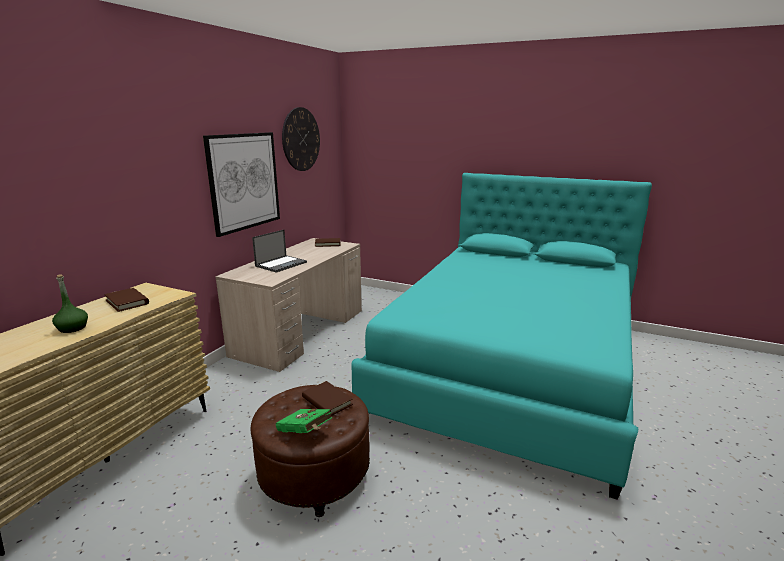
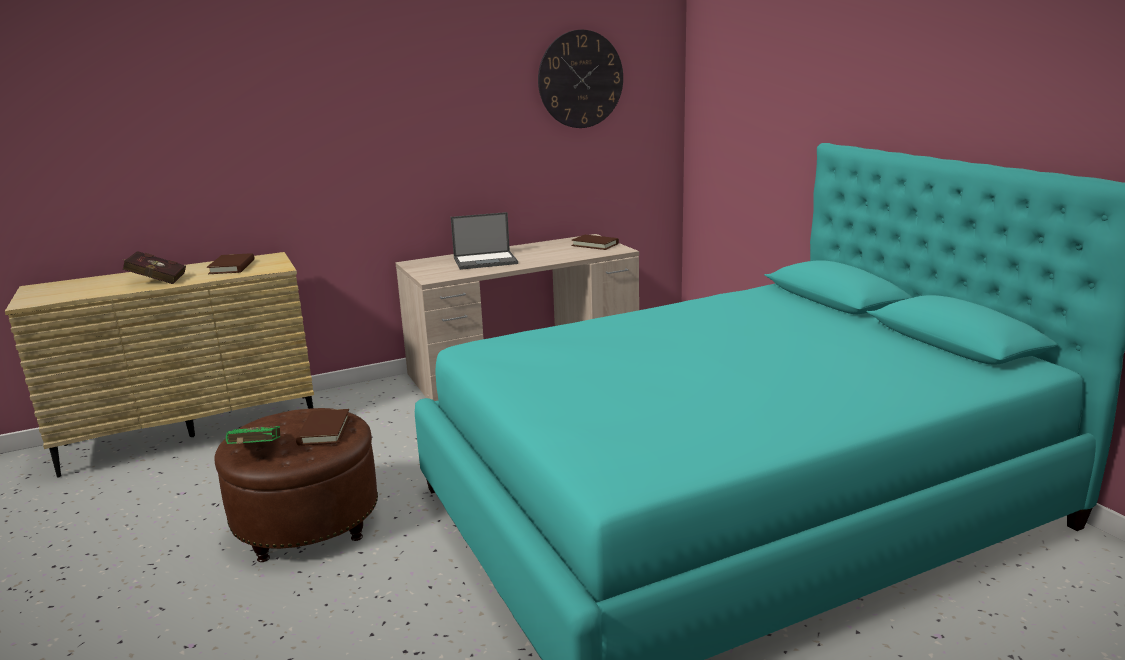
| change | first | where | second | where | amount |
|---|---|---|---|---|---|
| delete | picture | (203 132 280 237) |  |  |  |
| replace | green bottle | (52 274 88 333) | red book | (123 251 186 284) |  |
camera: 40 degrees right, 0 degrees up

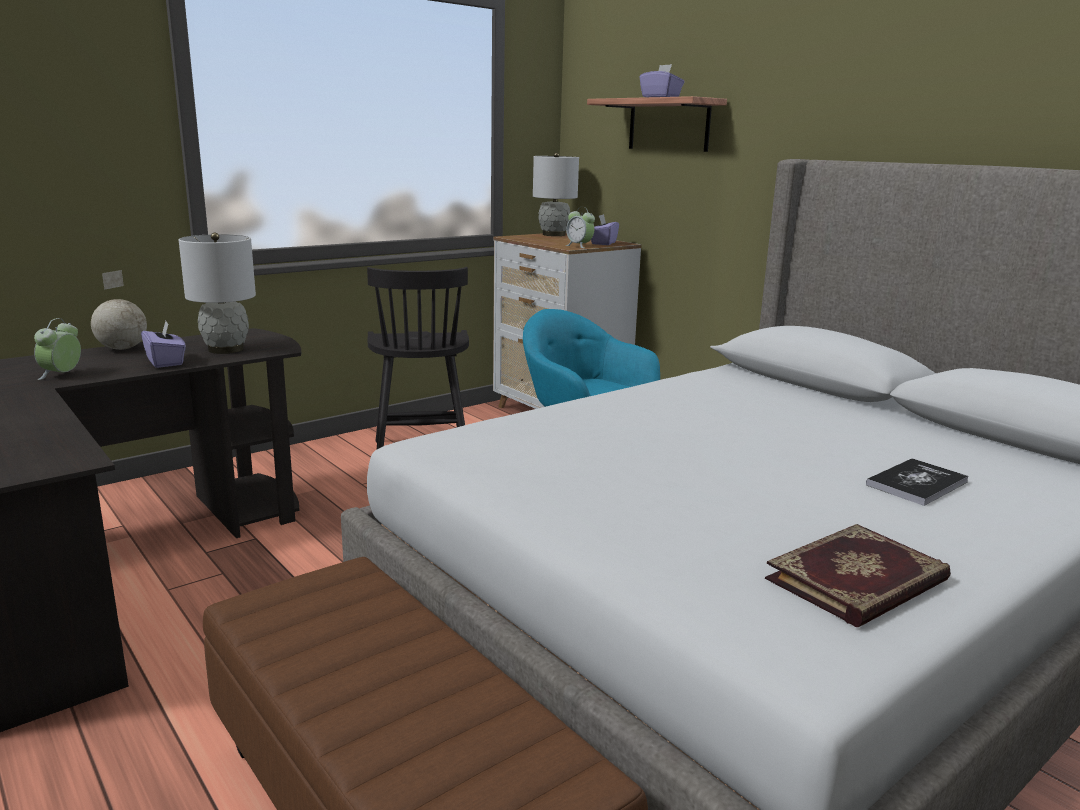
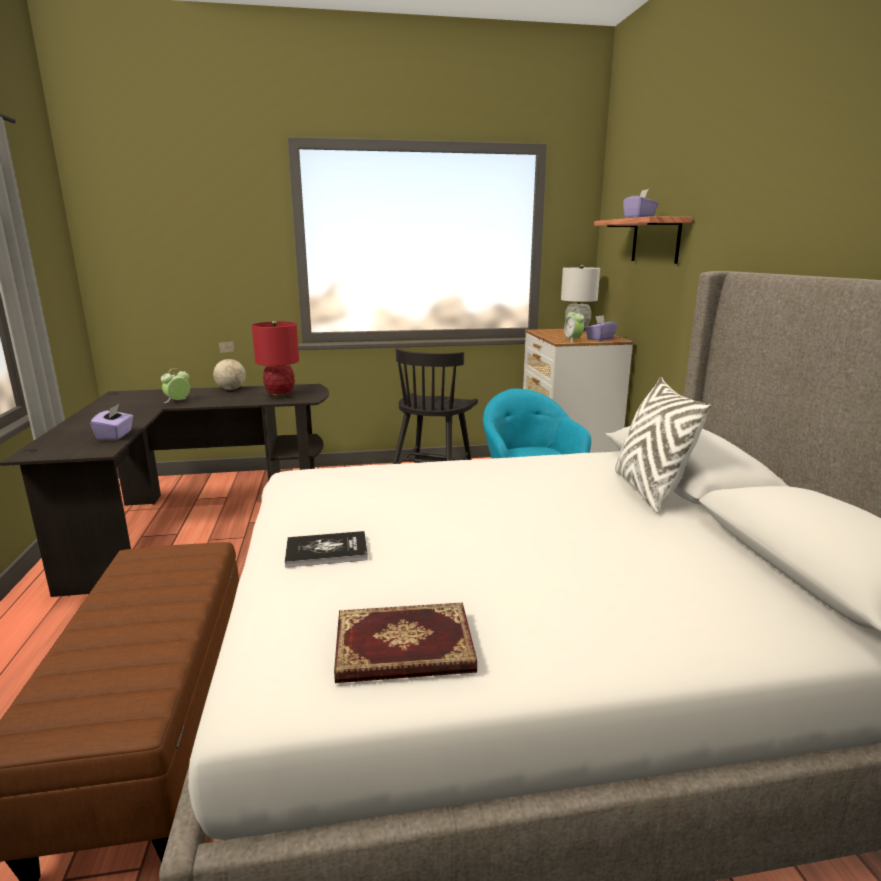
| change | first | where | second | where | amount |
|---|---|---|---|---|---|
| insert |  |  | white pillow | (615 377 711 513) |  |
| move | purple tissue box | (141 321 186 368) |  | (90 404 133 440) |  |
| move | book | (866 458 969 506) |  | (285 531 368 567) |  |
| recolor | white table lamp | (179 232 256 354) | red table lamp | (252 321 299 399) |  |
camera: 30 degrees right, 0 degrees up

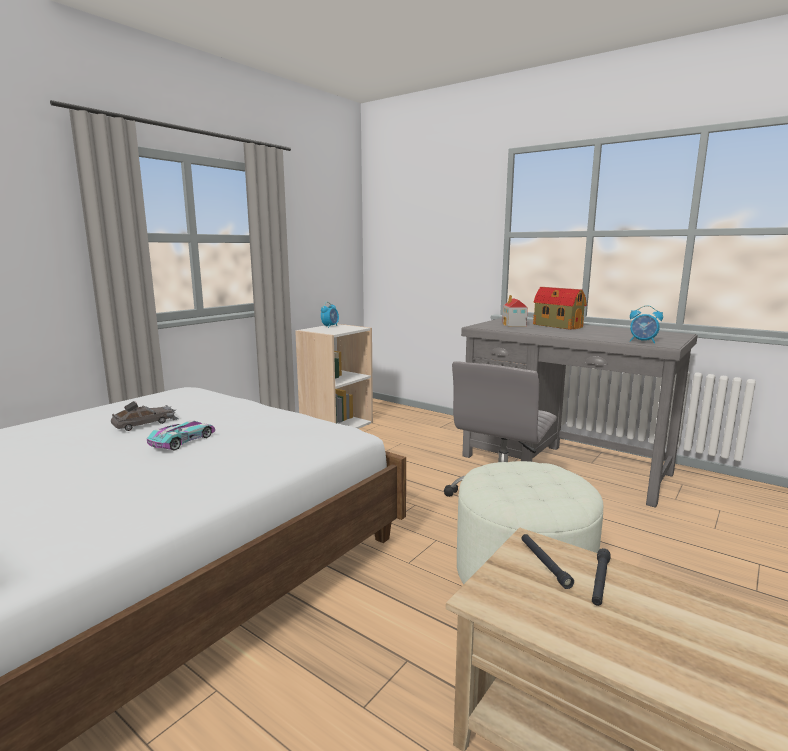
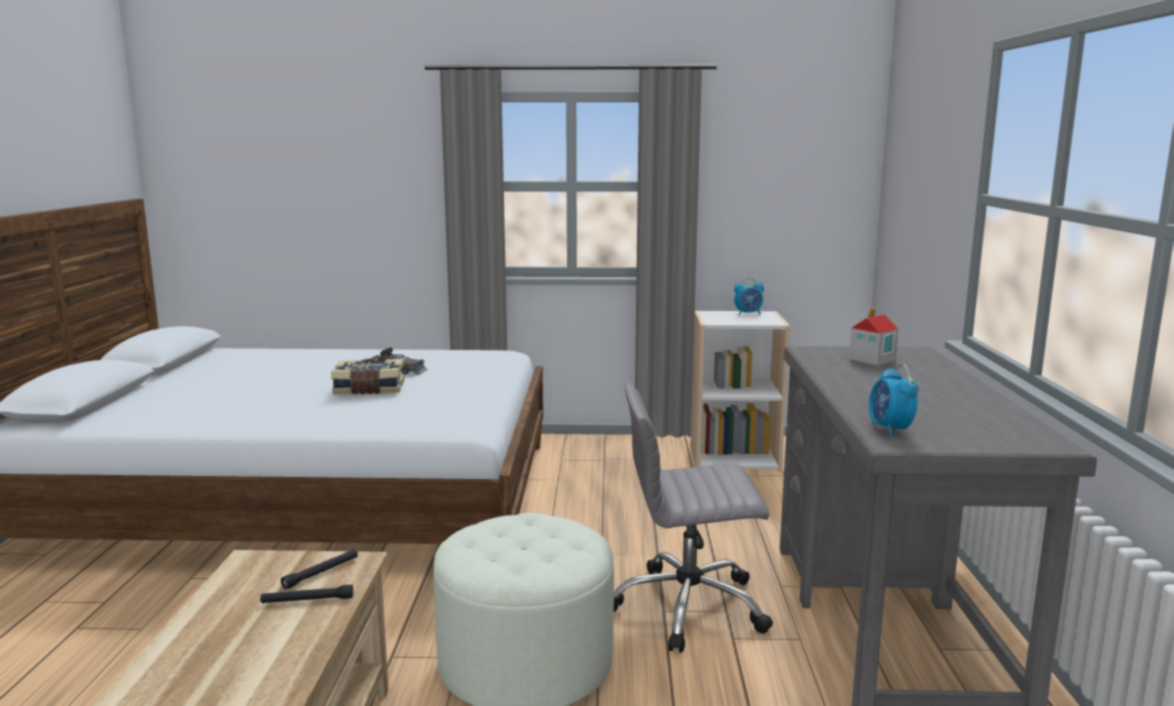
| change | first | where | second | where | amount |
|---|---|---|---|---|---|
| delete | toy house | (533 287 587 330) |  |  |  |
| replace | toy car | (147 420 215 451) | book | (331 359 405 395) |  |
camera: 55 degrees right, 0 degrees up

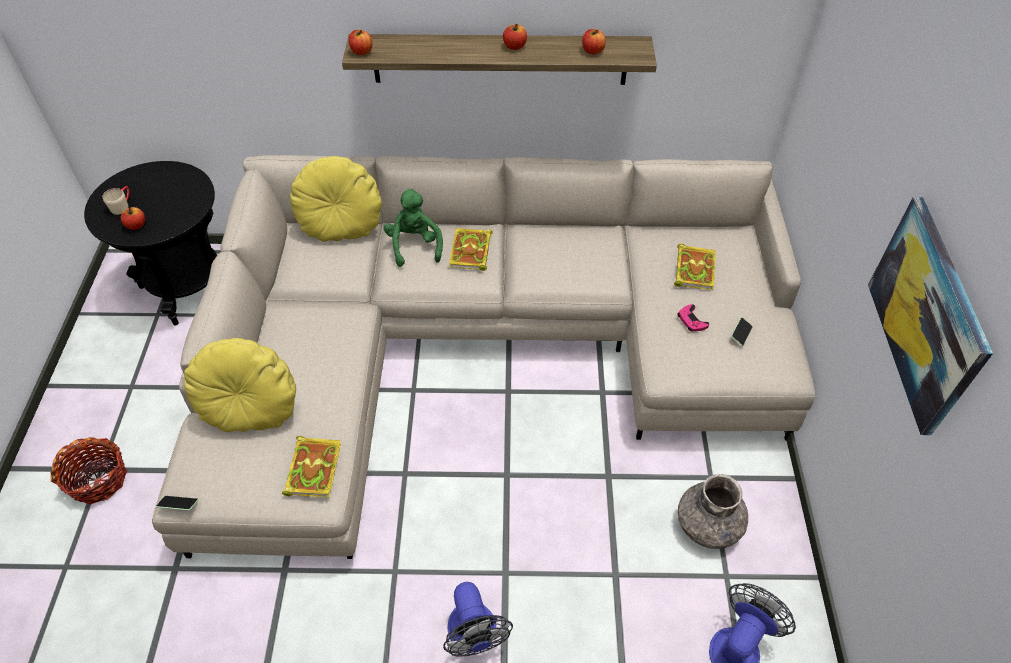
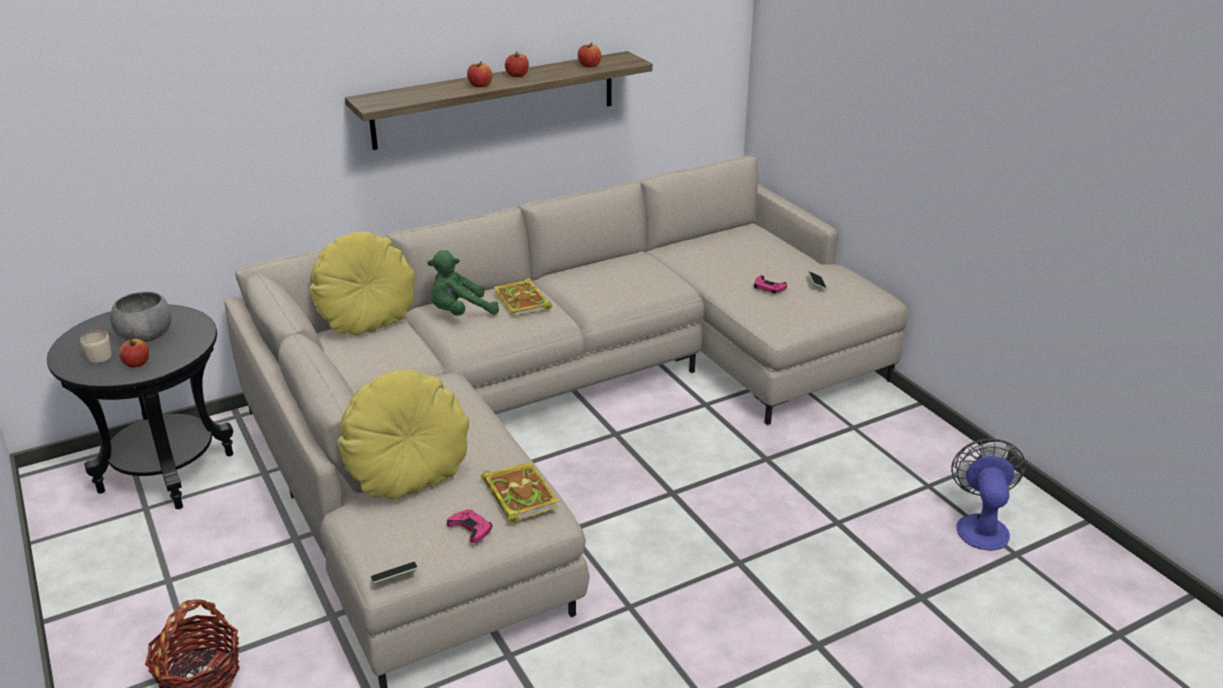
| change | first | where | second | where | amount |
|---|---|---|---|---|---|
| delete | fan | (443 582 513 657) |  |  |  |
| delete | book | (674 244 716 290) |  |  |  |
| delete | grey vase | (678 474 748 549) |  |  |  |
| delete | picture | (868 197 993 435) |  |  |  |
| insert |  |  | grey bowl | (110 292 172 342) |  |
| insert |  |  | pink game controller | (447 509 492 543) |  |
| move | apple | (349 30 372 55) |  | (467 61 492 87) |  |
| rotate | green plush toy | (384 189 443 267) |  | (427 250 499 316) | 75 degrees counterclockwise |
camera: 30 degrees left, 20 degrees down

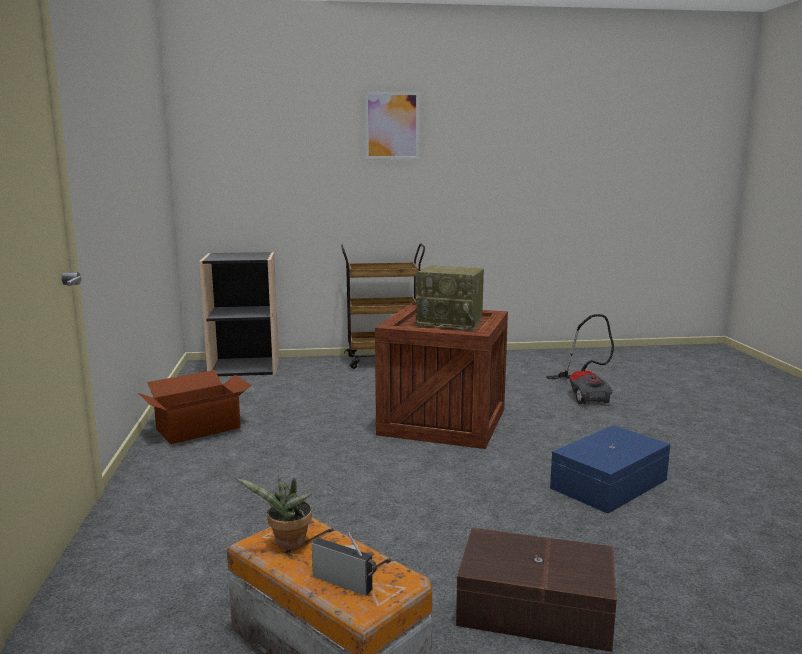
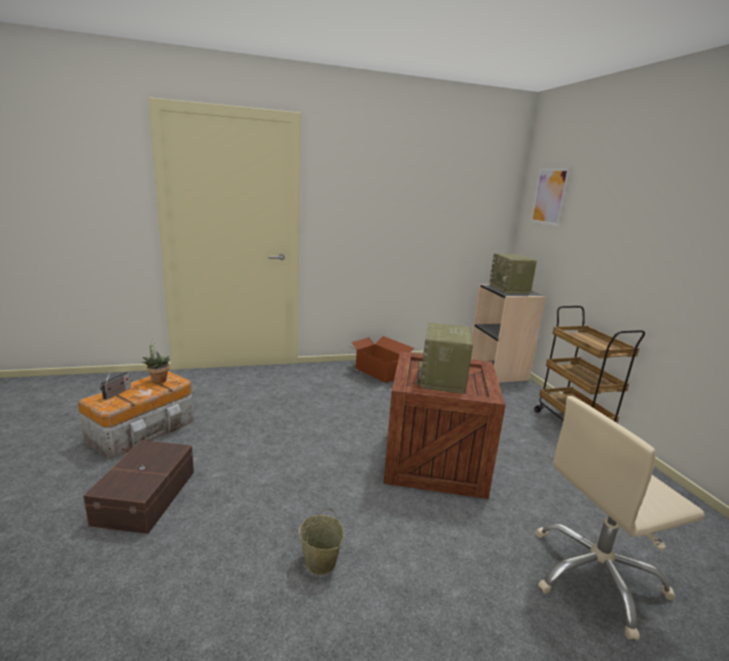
| change | first | where | second | where | amount |
|---|---|---|---|---|---|
| insert |  |  | radio | (490 253 537 294) |  |
| move | picture | (365 91 419 159) |  | (531 168 571 226) |  |
| replace | vacuum cleaner | (546 314 614 404) | beige office chair | (536 396 705 640) |  |
| replace | blue storage box | (550 425 670 514) | beige bucket | (299 508 344 575) |  |
camera: 80 degrees right, 5 degrees up

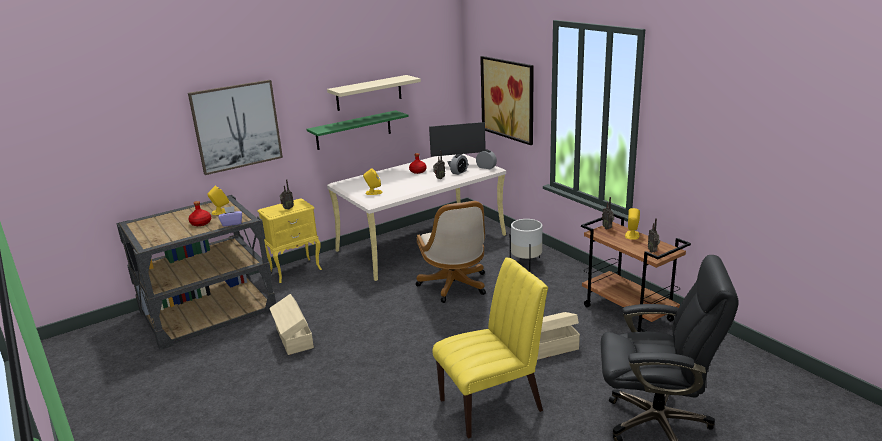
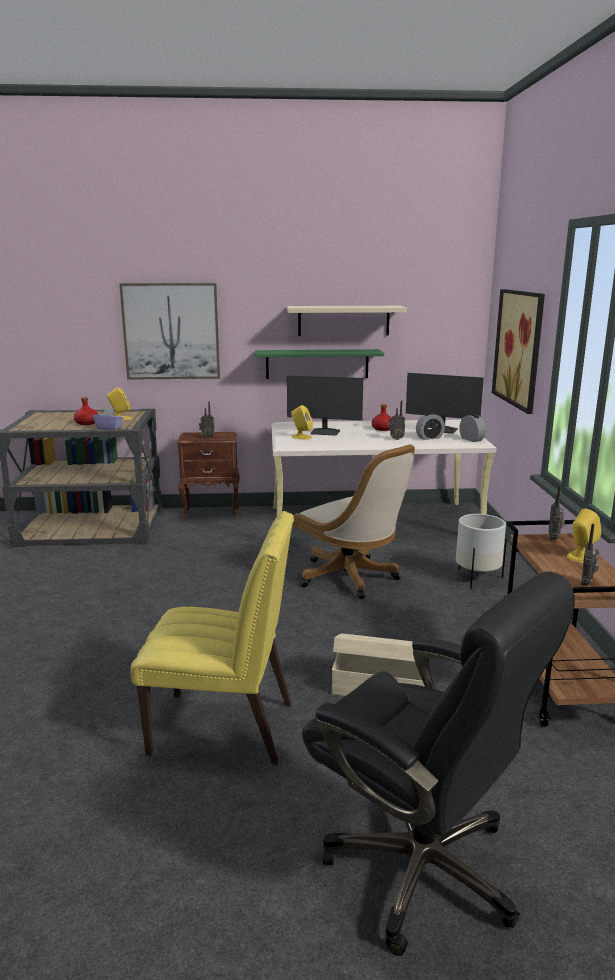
| change | first | where | second | where | amount |
|---|---|---|---|---|---|
| delete | beige storage box | (269 294 314 355) |  |  |  |
| insert |  |  | monitor | (287 375 363 436) |  |
| recolor | yellow nightstand | (258 198 322 283) | brown nightstand | (177 432 240 522) |  |
| rotate | office chair | (415 201 486 303) |  | (292 444 415 599) | 60 degrees counterclockwise |
camera: 30 degrees right, 5 degrees down

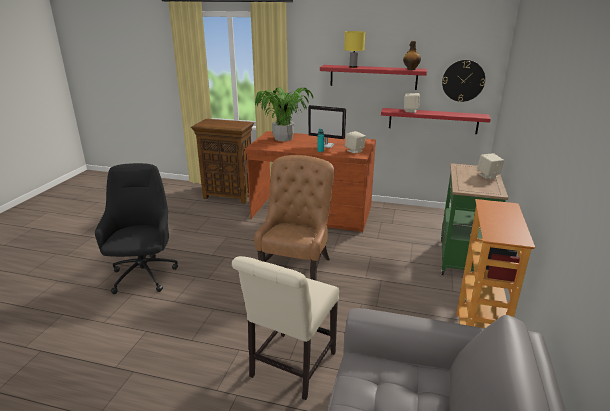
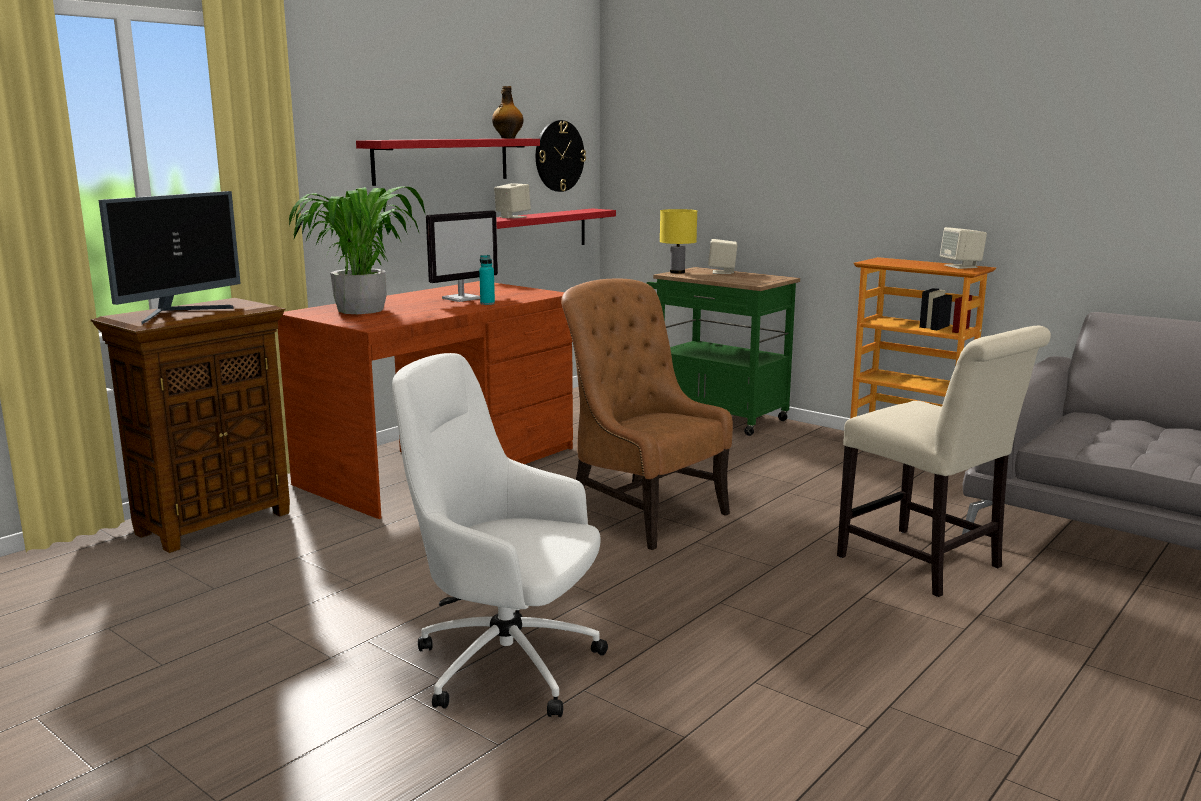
| change | first | where | second | where | amount |
|---|---|---|---|---|---|
| insert |  |  | monitor | (99 191 241 324) |  |
| move | yellow table lamp | (344 31 365 68) |  | (660 209 697 274) |  |
| move | beige speaker | (345 131 366 153) |  | (940 227 987 269) |  |
| recolor | black office chair | (95 163 178 294) | white office chair | (392 353 608 717) |  |
camera: 65 degrees left, 10 degrees down

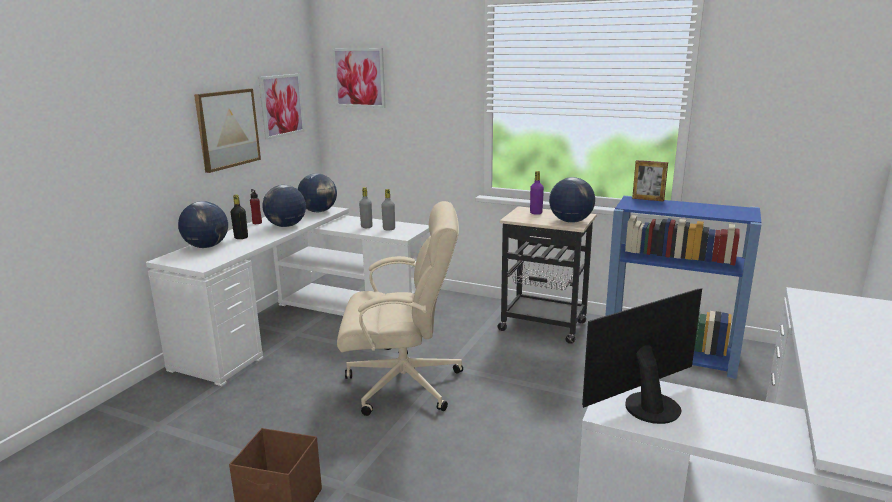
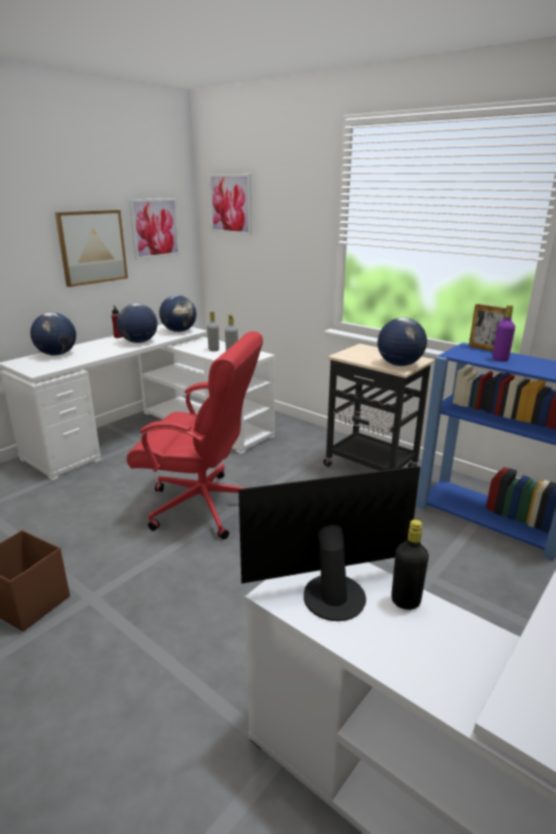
| change | first | where | second | where | amount |
|---|---|---|---|---|---|
| move | black bottle | (230 194 248 239) |  | (391 520 429 610) |  |
| move | purple bottle | (530 171 544 215) |  | (492 305 515 361) |  |
| recolor | beige office chair | (337 201 463 416) | red office chair | (127 331 263 540) |  |
camera: 15 degrees right, 5 degrees up

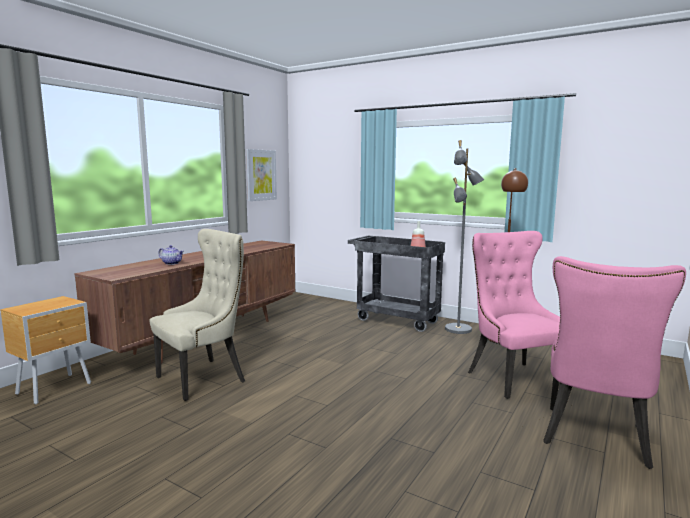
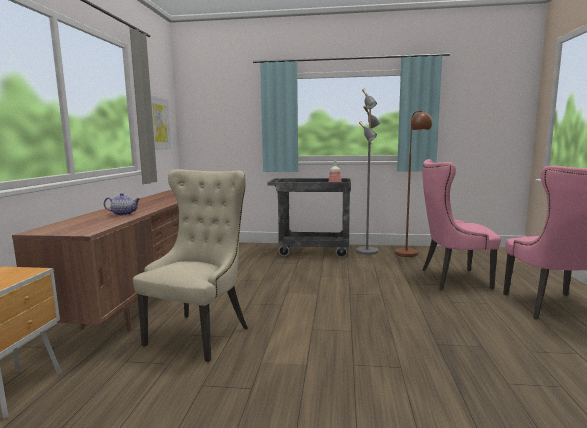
| change | first | where | second | where | amount |
|---|---|---|---|---|---|
| rotate | pink chair | (468 231 560 399) |  | (422 159 501 290) | 45 degrees counterclockwise |
camera: 25 degrees left, 0 degrees up

